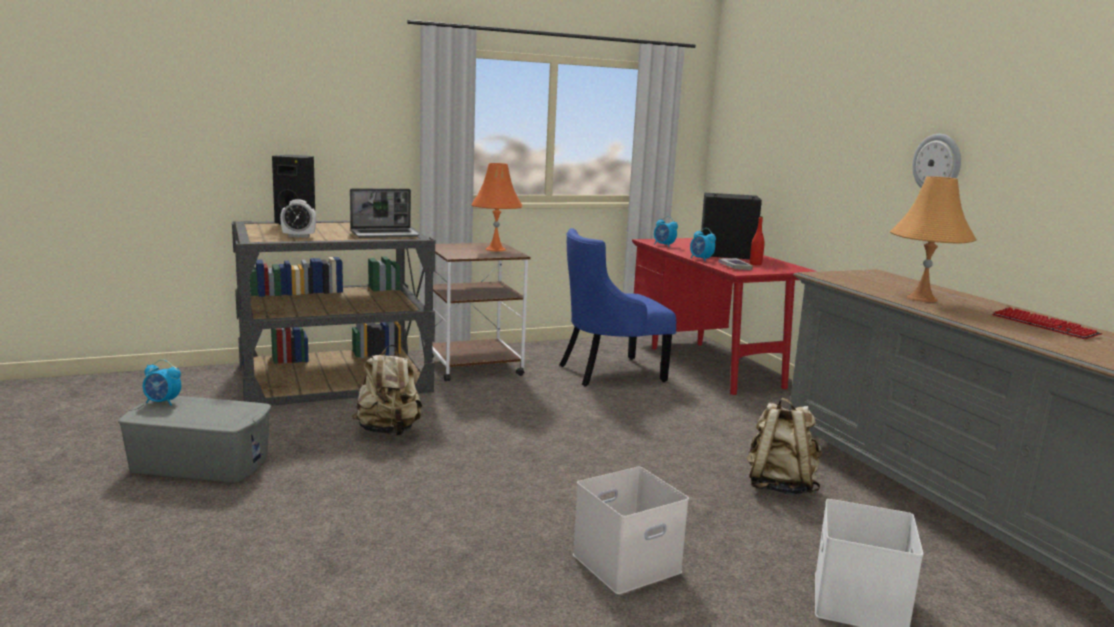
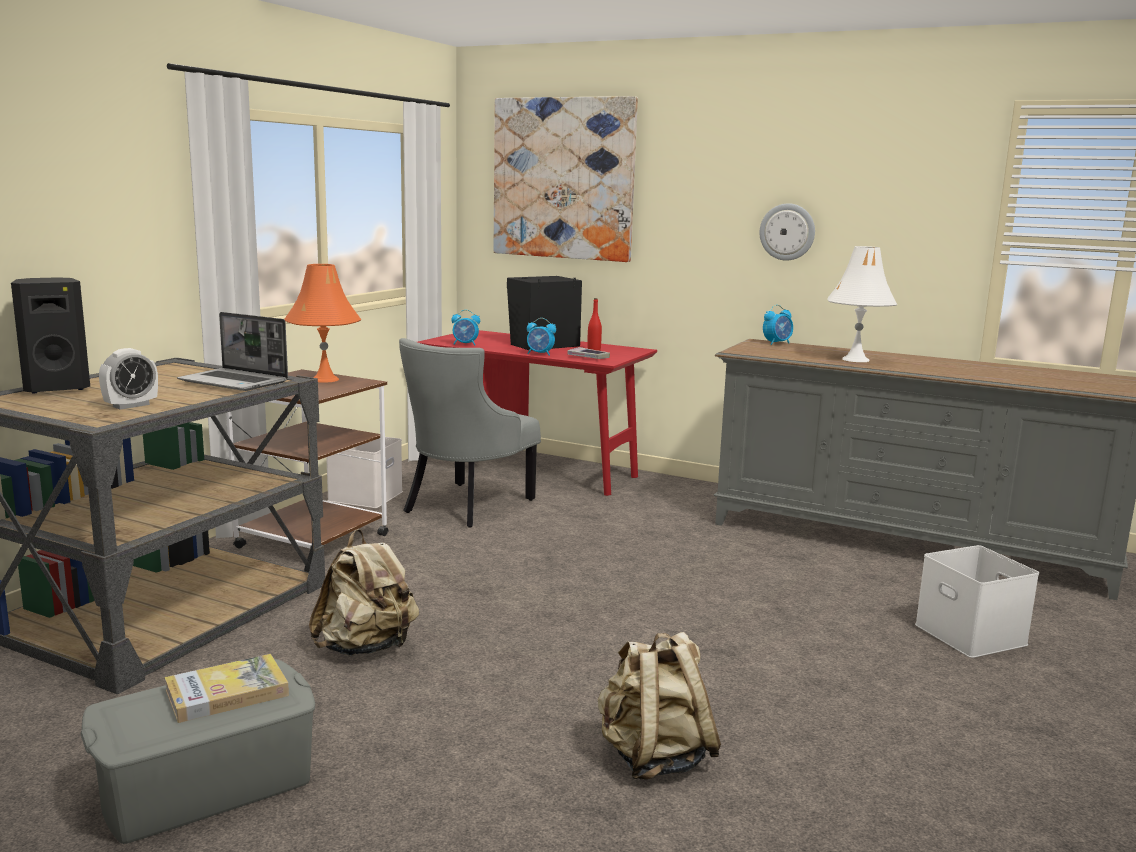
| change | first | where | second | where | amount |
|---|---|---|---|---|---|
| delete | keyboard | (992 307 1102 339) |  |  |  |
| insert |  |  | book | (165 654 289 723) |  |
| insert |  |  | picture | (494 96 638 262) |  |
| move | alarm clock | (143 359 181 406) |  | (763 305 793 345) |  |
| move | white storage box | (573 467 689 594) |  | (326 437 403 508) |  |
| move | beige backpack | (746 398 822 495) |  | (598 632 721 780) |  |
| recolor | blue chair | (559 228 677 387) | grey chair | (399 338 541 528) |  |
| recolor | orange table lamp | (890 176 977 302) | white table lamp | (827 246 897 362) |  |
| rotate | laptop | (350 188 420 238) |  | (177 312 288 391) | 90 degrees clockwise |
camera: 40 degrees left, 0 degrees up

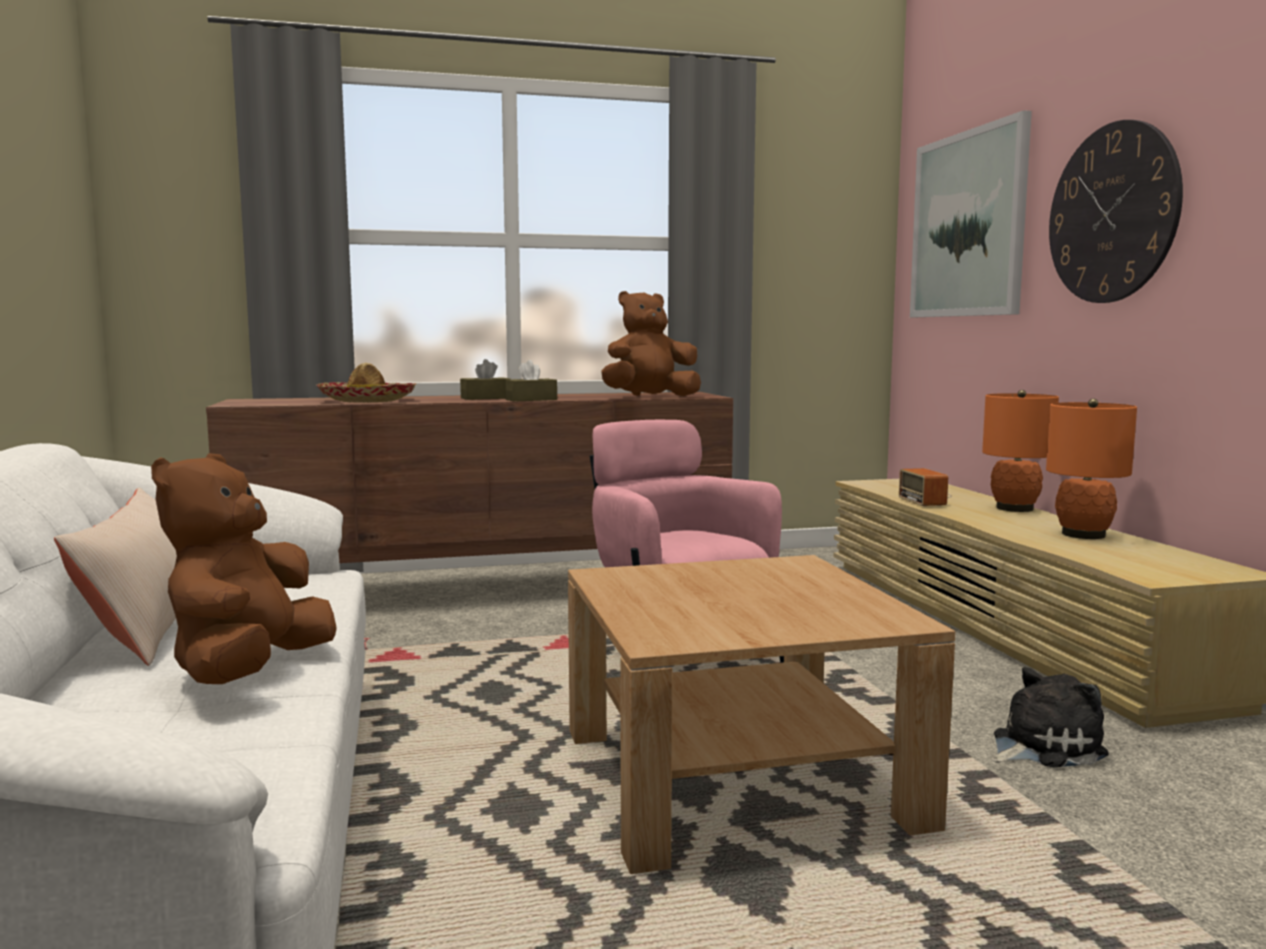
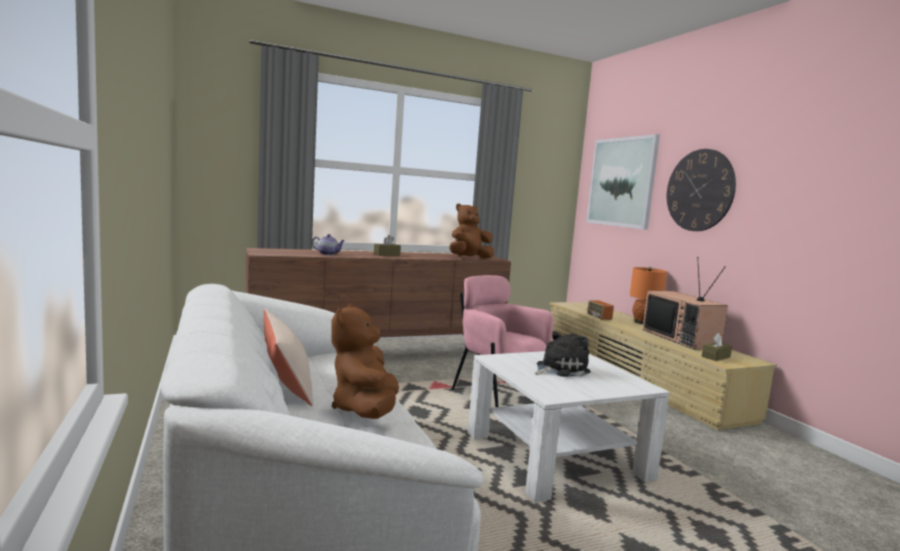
| change | first | where | second | where | amount |
|---|---|---|---|---|---|
| move | brown tissue box | (505 360 557 402) |  | (702 333 732 361) |  |
| move | plush toy | (992 667 1109 767) |  | (535 331 591 377) |  |
| replace | hat | (316 363 417 403) | teapot | (312 234 345 255) |  |
| replace | orange table lamp | (1046 399 1137 539) | television | (643 256 728 350) |  |
| recolor | brown coffee table | (568 555 956 874) | white coffee table | (468 351 670 502) |  |
camera: 10 degrees left, 0 degrees up

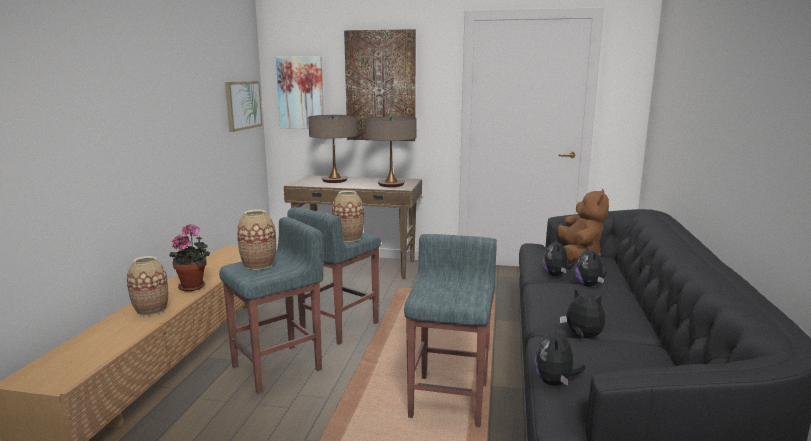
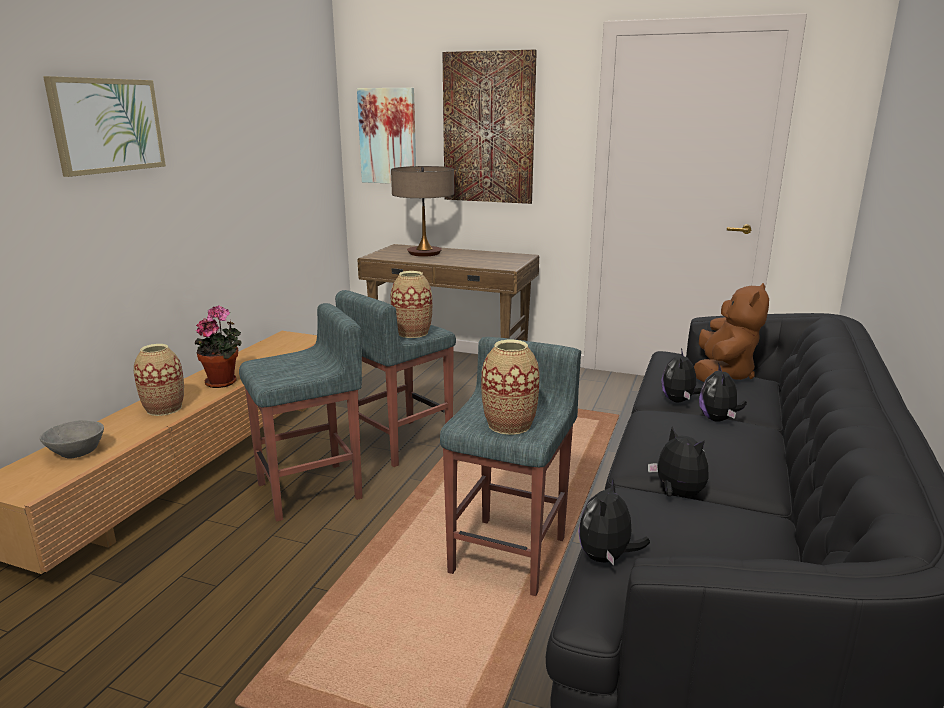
| change | first | where | second | where | amount |
|---|---|---|---|---|---|
| delete | table lamp | (365 116 417 187) |  |  |  |
| insert |  |  | grey bowl | (39 420 104 459) |  |
| move | picture | (225 81 262 132) |  | (43 76 166 177) |  |
| move | vase | (237 210 276 270) |  | (481 340 539 435) |  |
camera: 10 degrees right, 5 degrees up

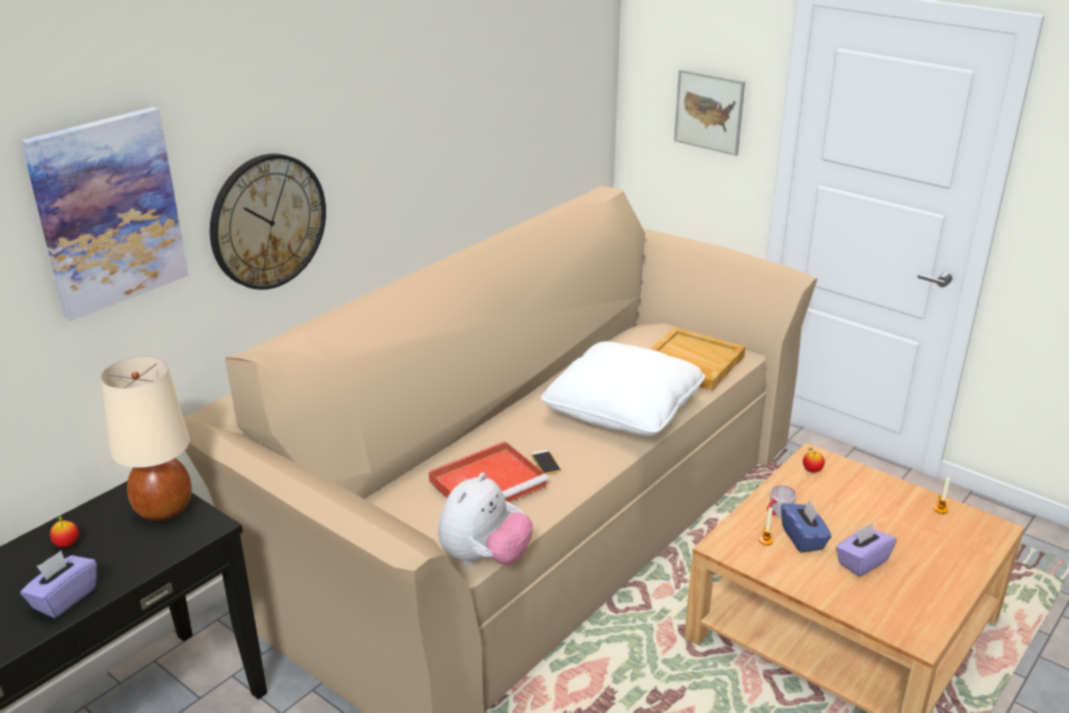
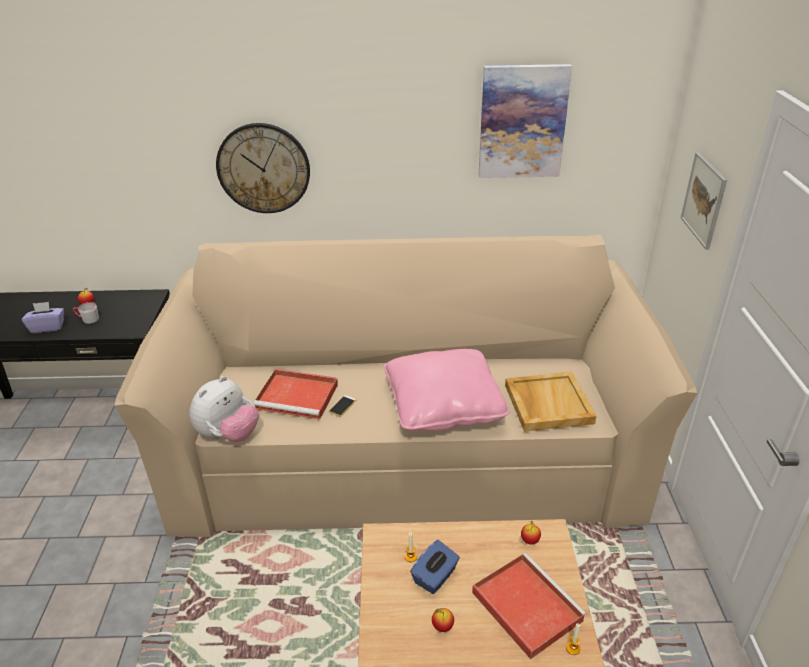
| change | first | where | second | where | amount |
|---|---|---|---|---|---|
| delete | beige table lamp | (101 356 192 521) |  |  |  |
| insert |  |  | red tray | (472 553 587 659) |  |
| move | picture | (21 107 189 321) |  | (478 64 572 178) |  |
| move | grey mug | (767 485 796 517) |  | (73 302 99 324) |  |
| replace | purple tissue box | (836 523 897 576) | apple | (432 608 454 632) |  |
| recolor | white pillow | (541 341 705 436) | pink pillow | (384 349 509 431) |  |
| rotate | plush toy | (438 473 533 565) |  | (189 376 259 442) | 45 degrees counterclockwise |
camera: 50 degrees right, 5 degrees up

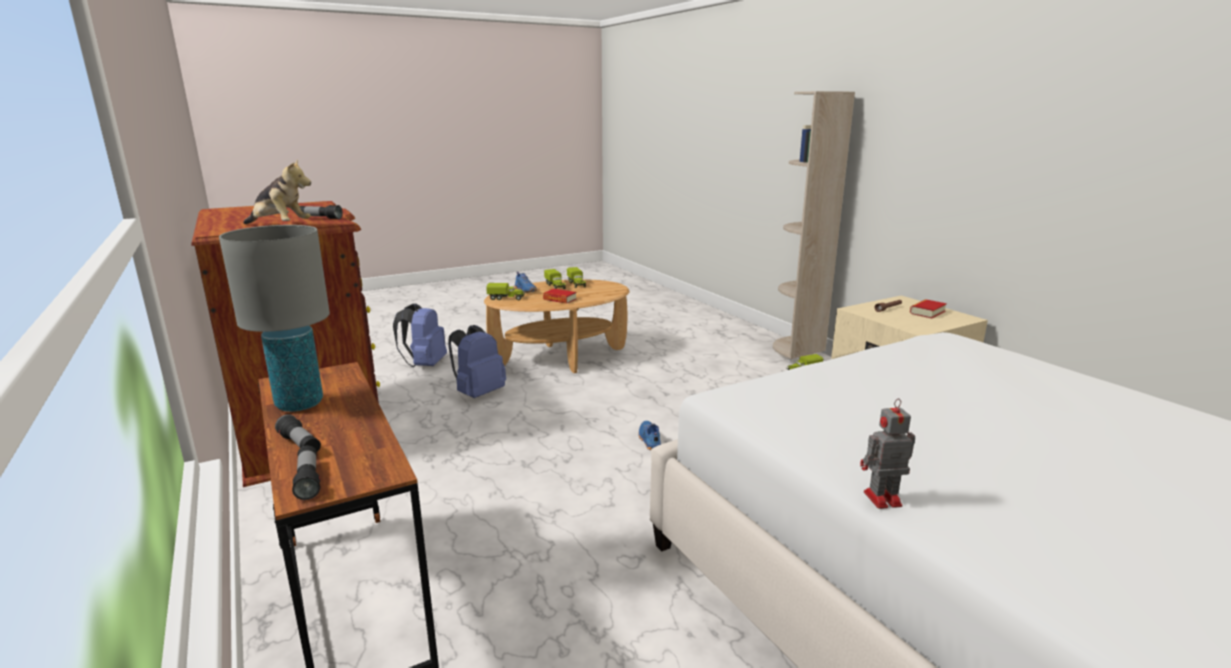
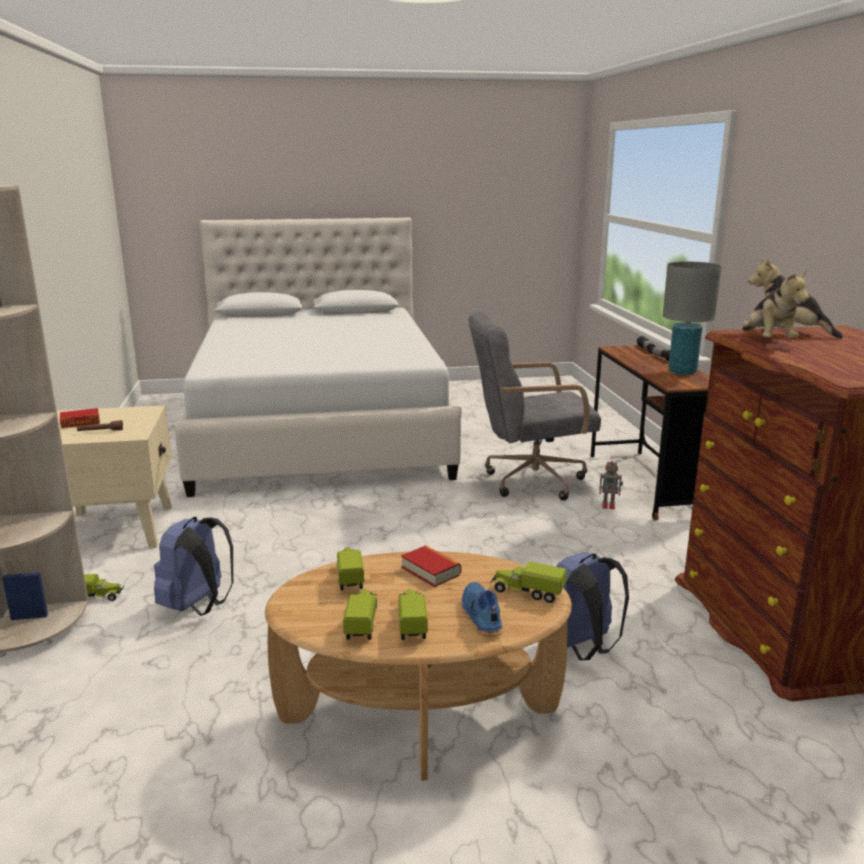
| change | first | where | second | where | amount |
|---|---|---|---|---|---|
| delete | blue shoe | (638 421 661 450) |  |  |  |
| insert |  |  | toy truck | (337 547 364 591) |  |
| insert |  |  | grey office chair | (468 312 601 501) |  |
| move | blue backpack | (393 303 447 367) |  | (154 517 234 616) |  |
| move | toy robot | (860 398 915 509) |  | (599 457 623 509) |  |
| replace | flashlight | (300 205 343 219) | plush toy | (742 269 810 339) |  |
camera: 160 degrees left, 0 degrees up

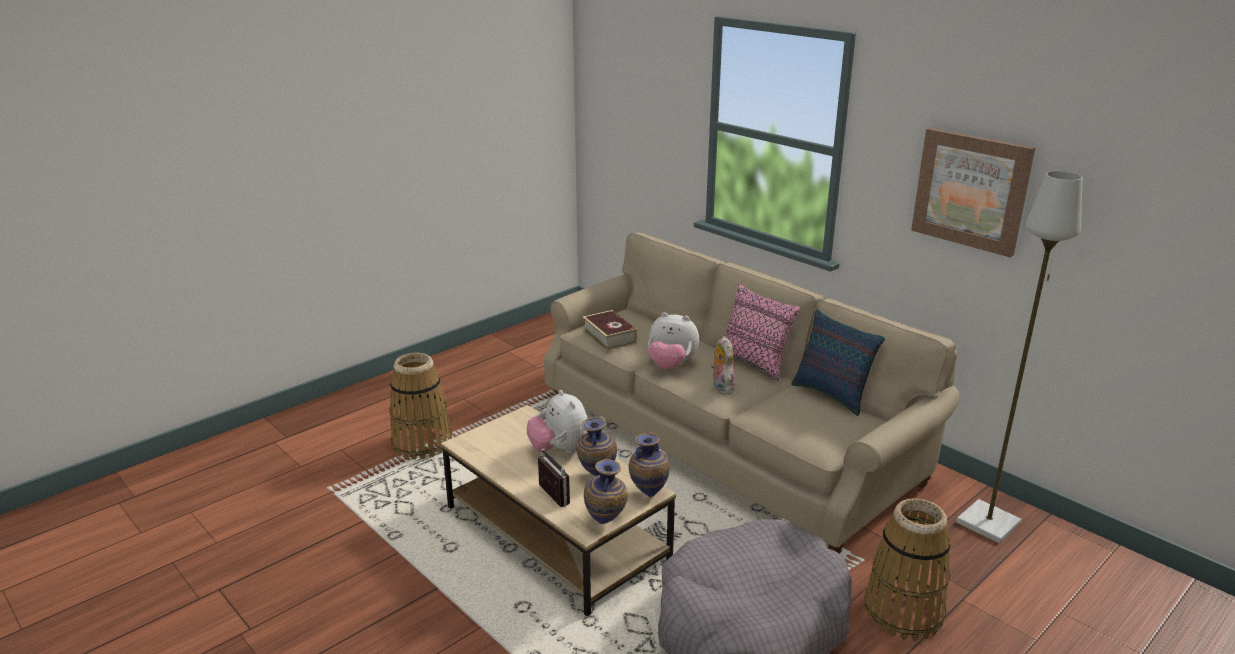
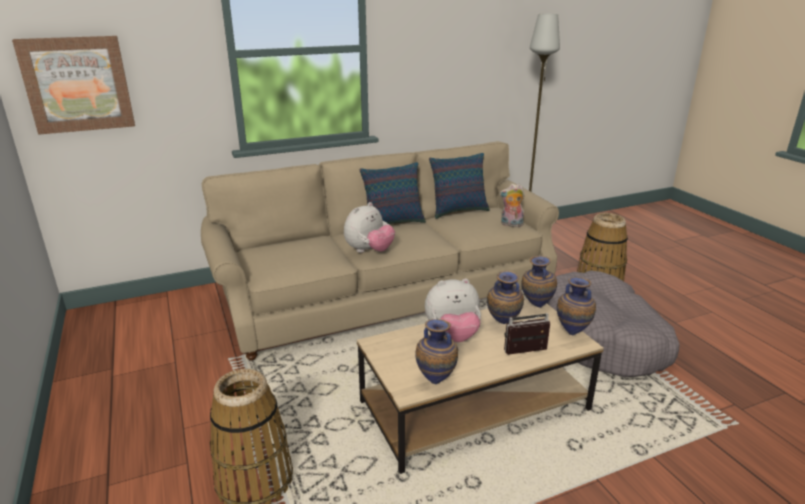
| change | first | where | second | where | amount |
|---|---|---|---|---|---|
| delete | book | (583 310 637 351) |  |  |  |
| insert |  |  | vase | (415 319 458 384) |  |
| move | plush toy | (711 336 735 395) |  | (499 183 525 227) |  |
| move | picture | (911 128 1035 257) |  | (12 36 135 135) |  |
| recolor | pink pillow | (725 284 800 381) | blue pillow | (360 162 426 224) |  |
camera: 70 degrees left, 0 degrees up

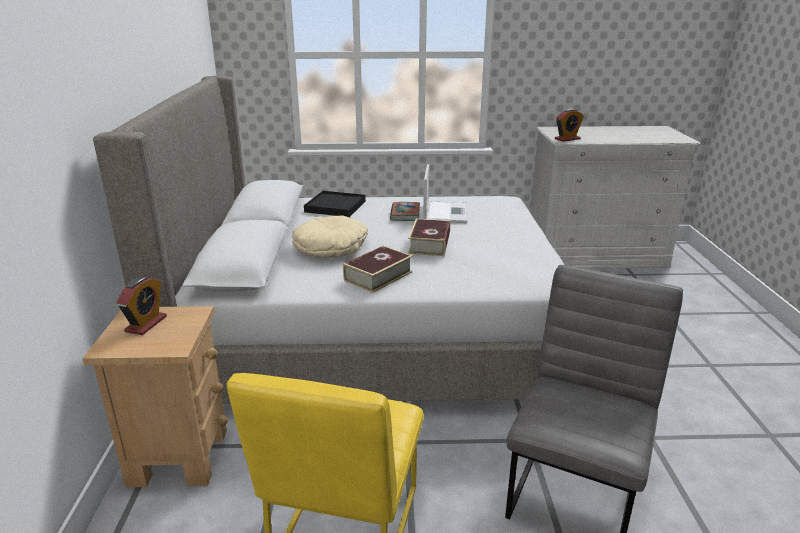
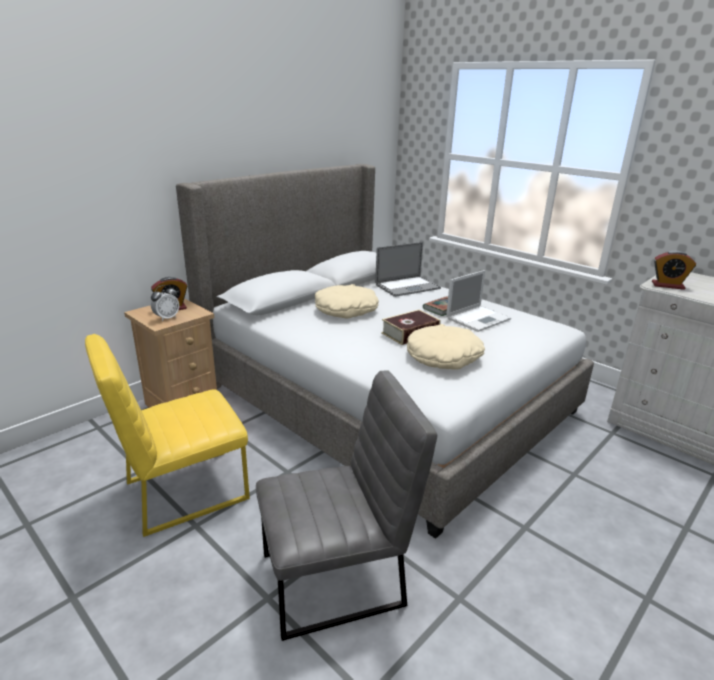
| change | first | where | second | where | amount |
|---|---|---|---|---|---|
| delete | book | (343 246 412 293) |  |  |  |
| insert |  |  | alarm clock | (151 285 179 321) |  |
| insert |  |  | beige pillow | (407 324 485 370) |  |
| replace | black tray | (304 191 366 217) | laptop | (375 242 441 297) |  |
camera: 45 degrees right, 0 degrees up

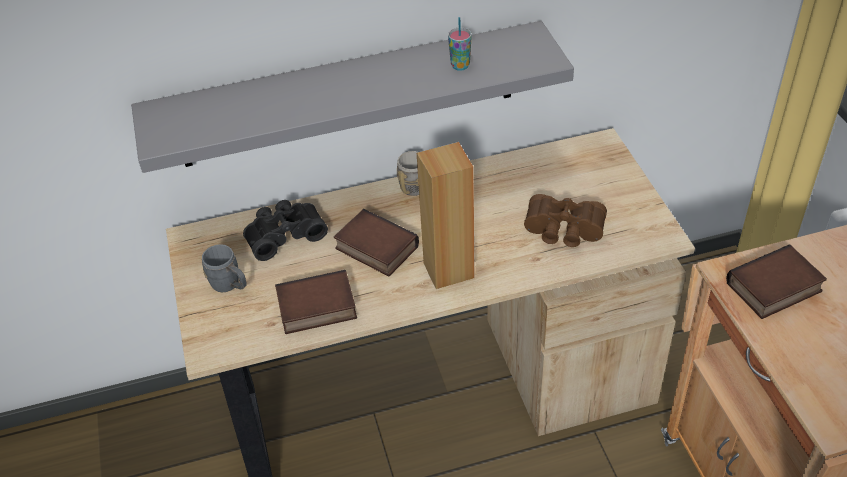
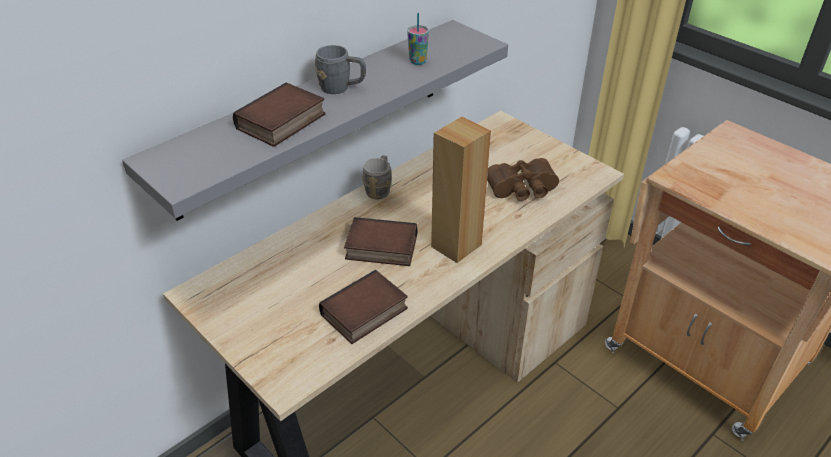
| change | first | where | second | where | amount |
|---|---|---|---|---|---|
| delete | black binoculars | (243 200 328 261) |  |  |  |
| move | grey mug | (202 244 247 292) |  | (315 45 366 94) |  |
| move | book | (726 244 827 319) |  | (233 83 326 147) |  |
camera: 30 degrees left, 5 degrees down

